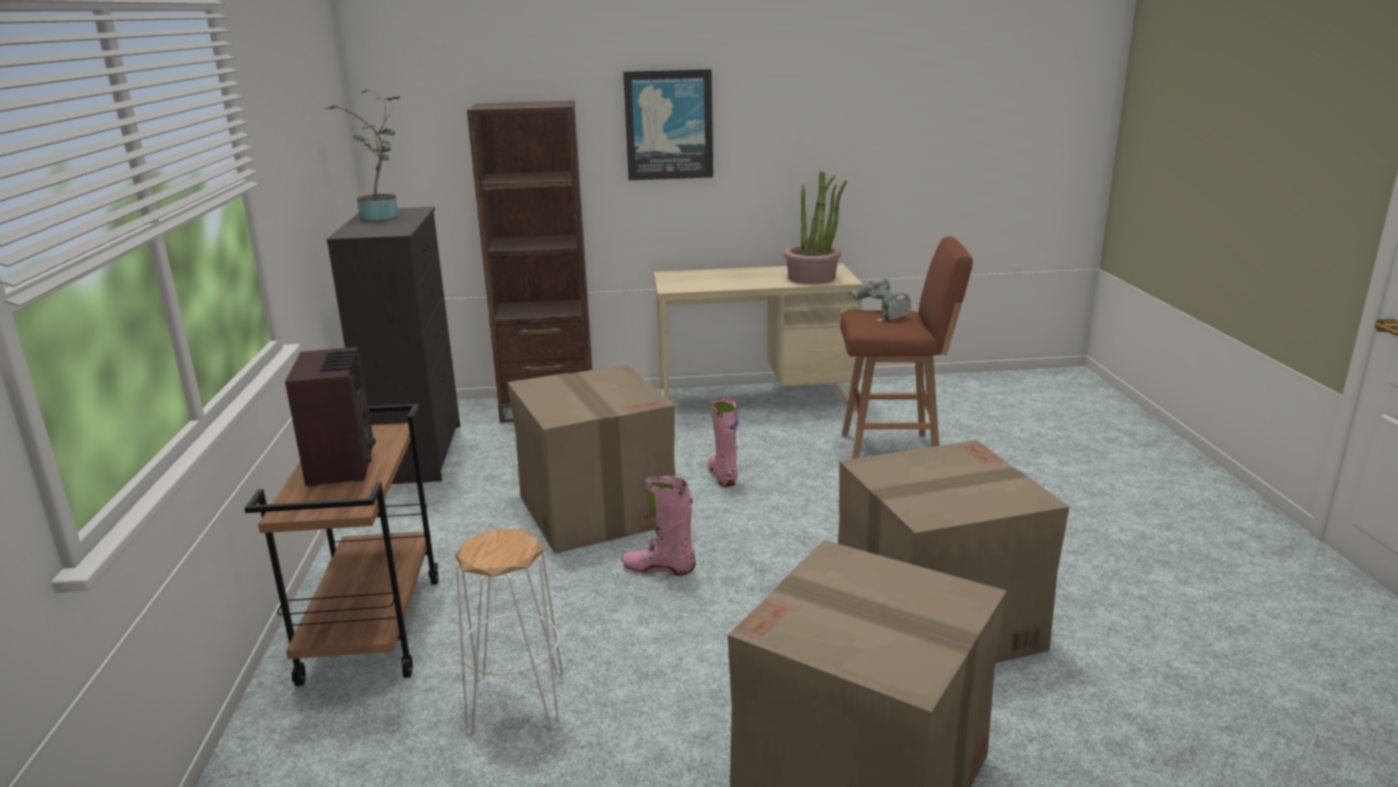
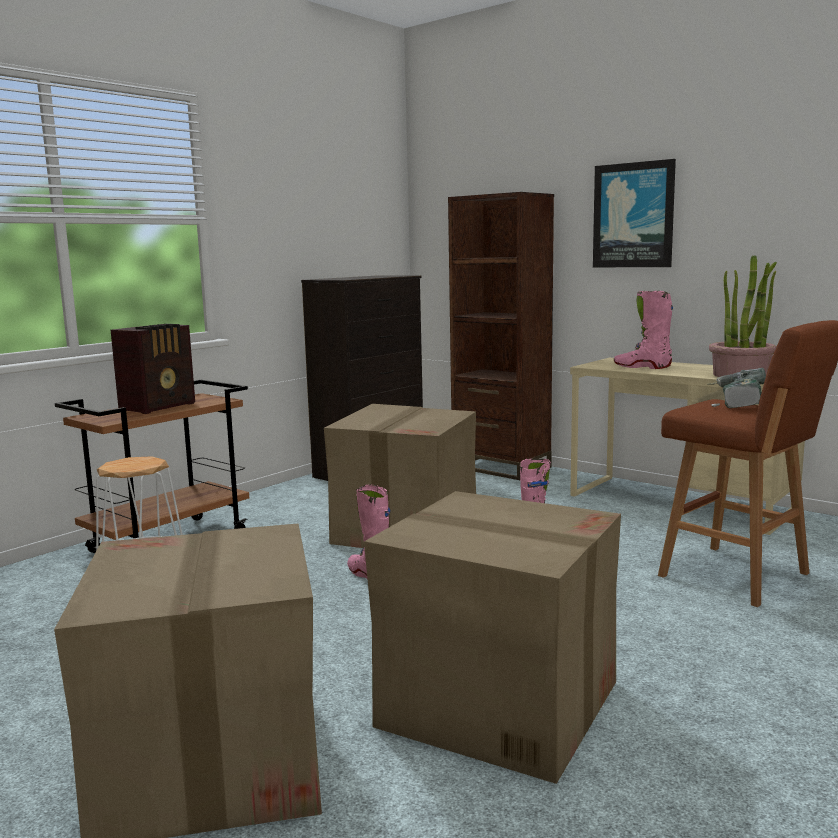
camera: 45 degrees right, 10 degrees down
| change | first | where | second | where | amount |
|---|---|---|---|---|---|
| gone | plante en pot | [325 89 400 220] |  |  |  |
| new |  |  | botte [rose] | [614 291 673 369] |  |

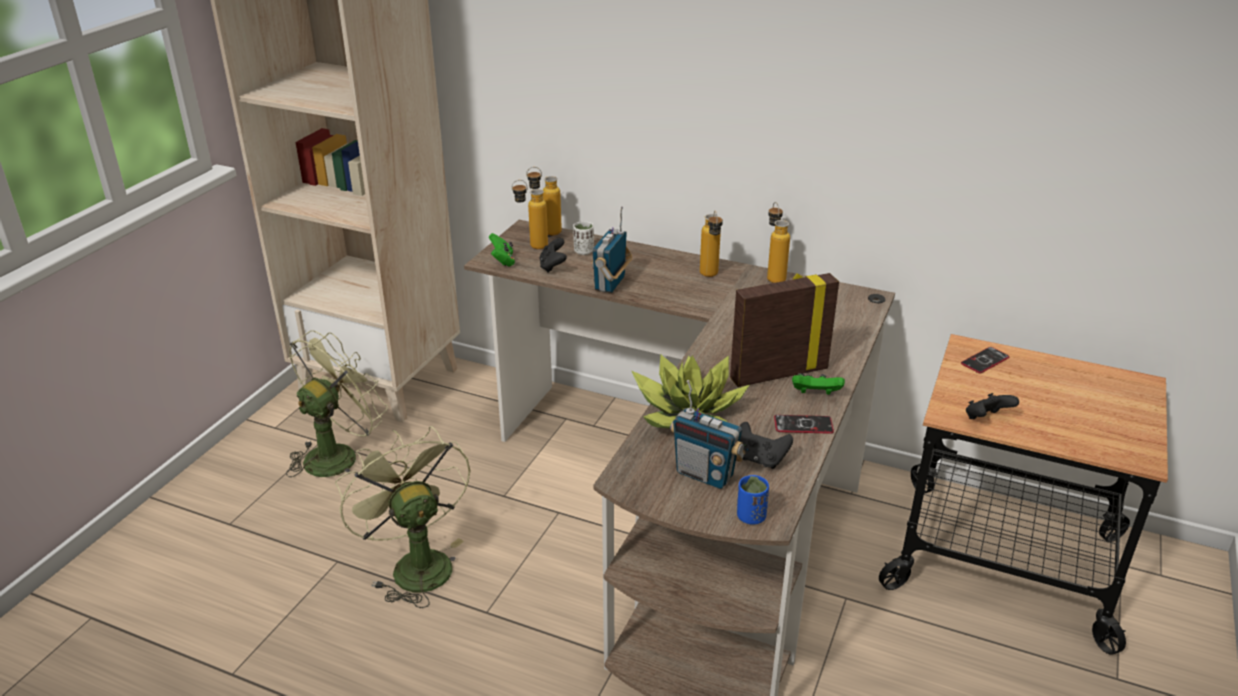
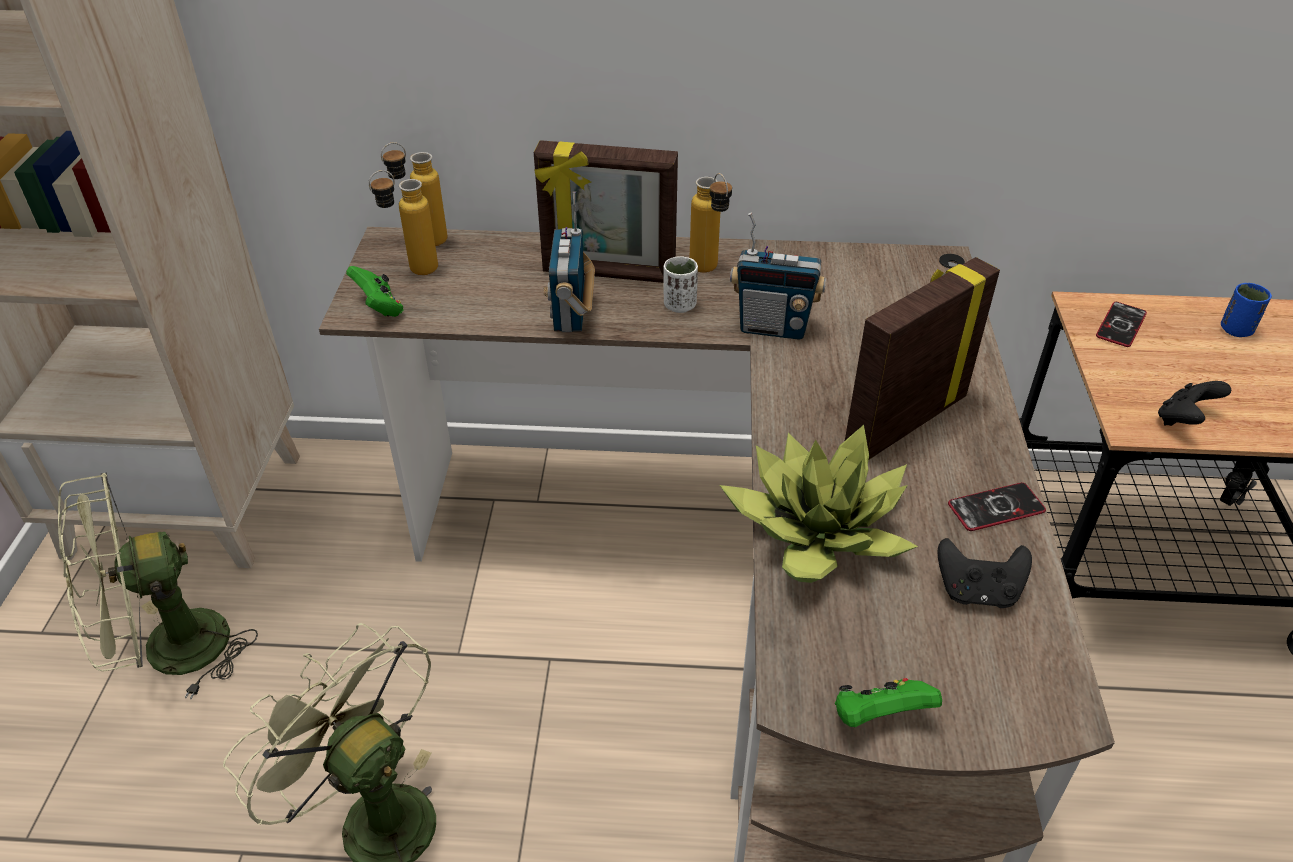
camera: 20 degrees left, 10 degrees up
| change | first | where | second | where | amount |
|---|---|---|---|---|---|
| gone | bouteille | [767 202 790 283] |  |  |  |
| shifted | tasse [blanc] | [573 221 594 255] |  | [663 256 698 313] |  |
| gone | manette [noir] | [539 238 567 273] |  |  |  |
| rotated | ventilateur [vert] | [286 330 388 477] |  | [58 472 258 699] | 135 degrees counterclockwise |
| shifted | manette [vert] | [792 373 845 395] |  | [835 678 942 727] |  |
| shifted | radio | [670 380 745 489] |  | [730 212 826 340] |  |
| shifted | tasse [bleu] | [737 475 769 525] |  | [1221 283 1272 337] |  |
| new |  |  | cadre photo | [534 140 678 283] |  |

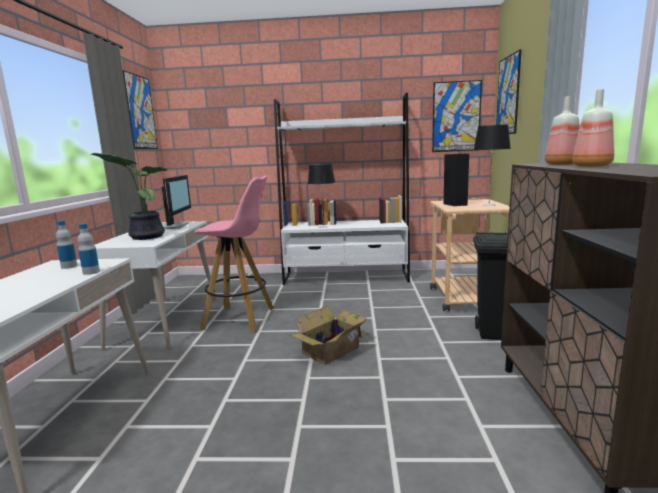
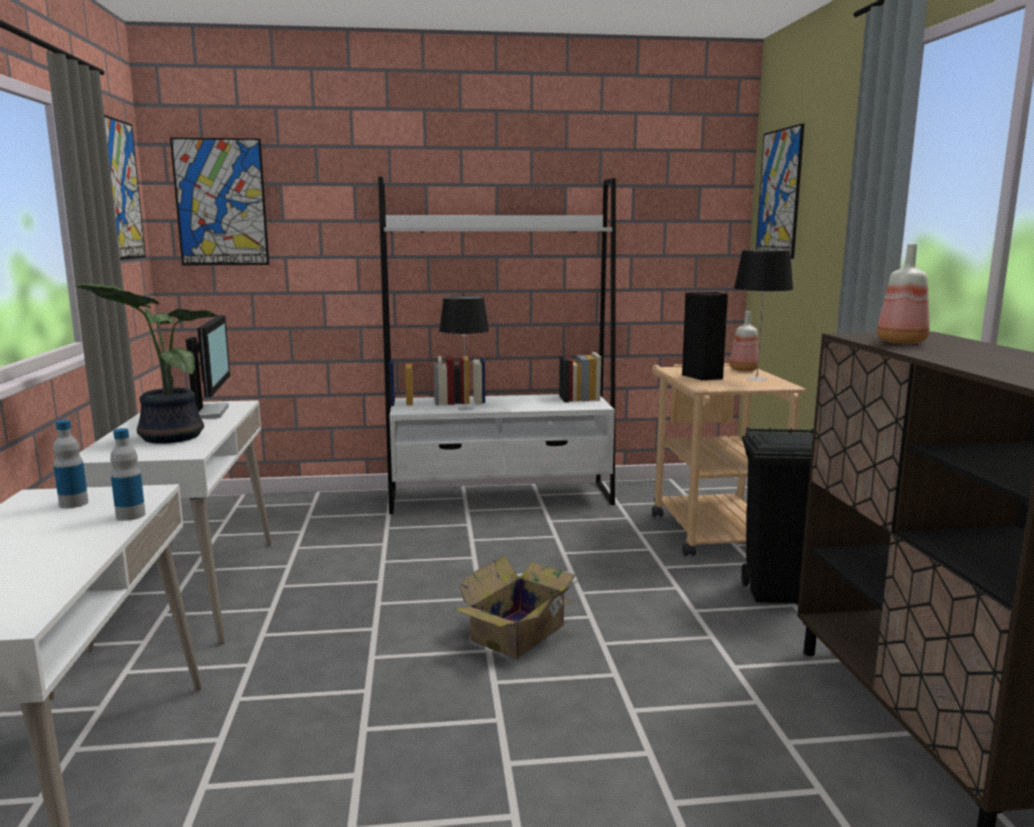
camera: 10 degrees left, 0 degrees up
| change | first | where | second | where | amount |
|---|---|---|---|---|---|
| shifted | tableau | [432 80 482 152] |  | [170 137 269 265] |  |
| shifted | bouteille | [572 89 614 167] |  | [730 311 759 371] |  |
| gone | tabouret [rose] | [194 176 274 332] |  |  |  |

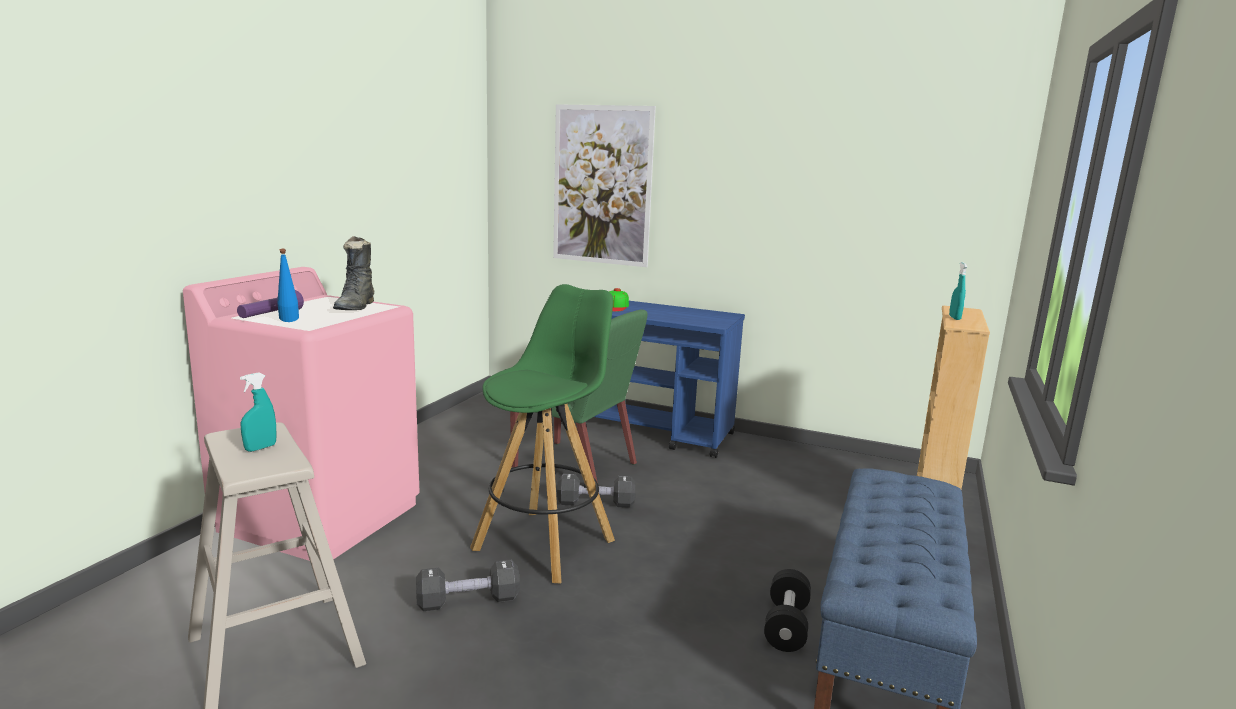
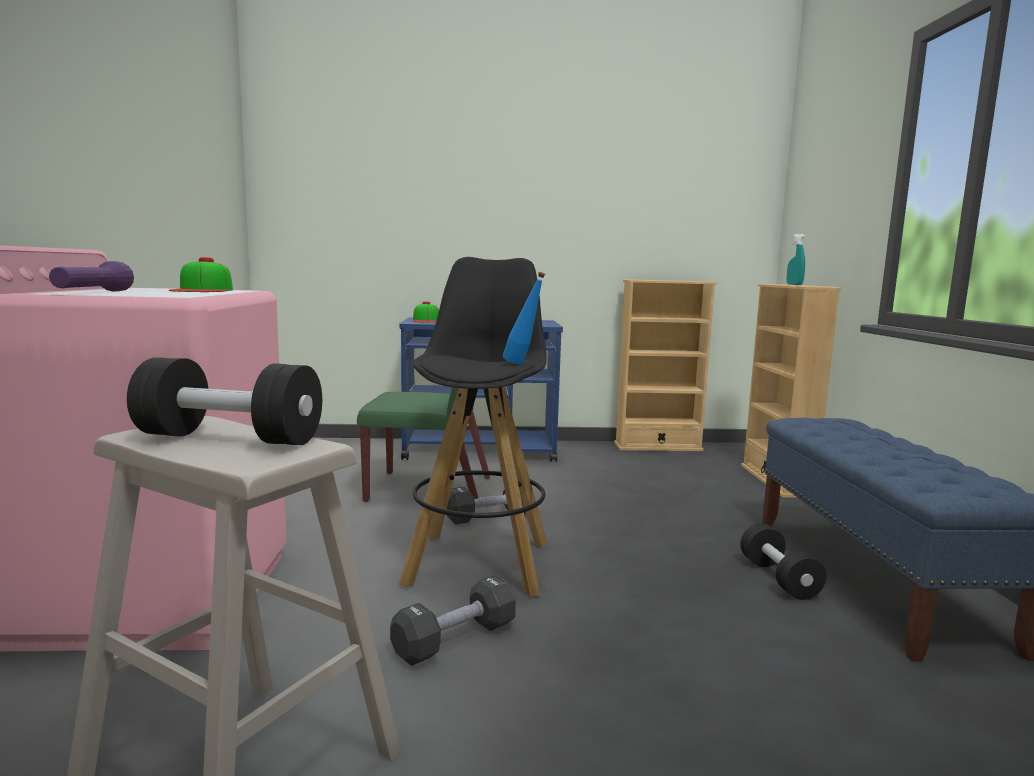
camera: 25 degrees left, 5 degrees down
| change | first | where | second | where | amount |
|---|---|---|---|---|---|
| gone | tableau | [553 104 656 267] |  |  |  |
| swapped | botte [noir] | [333 236 375 310] | casquette | [169 257 233 292] |  |
| shifted | bouteille [bleu] | [277 249 299 322] |  | [503 272 545 364] |  |
| repainted | tabouret [vert] | [470 284 615 584] | tabouret [noir] | [399 257 547 596] |  |
| swapped | vaporisateur [turquoise] | [240 372 277 452] | haltère [noir] | [127 357 322 445] |  |
| new |  |  | bibliothèque [beige] | [614 279 717 451] |  |

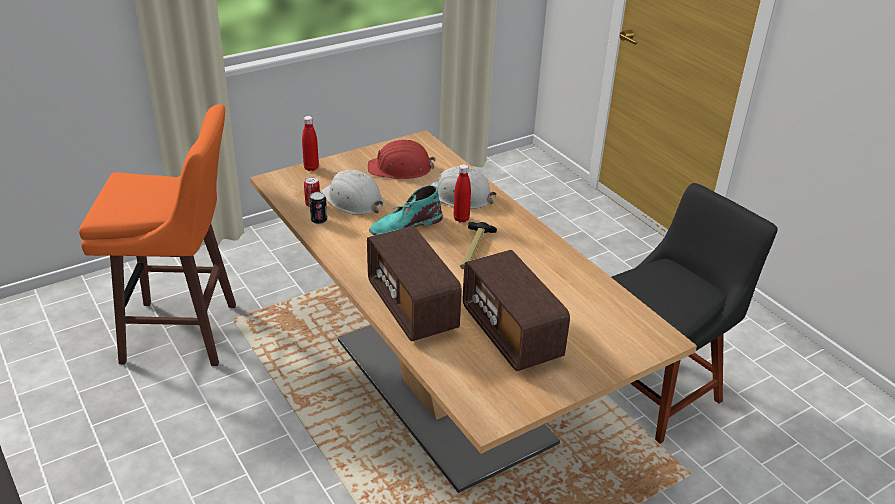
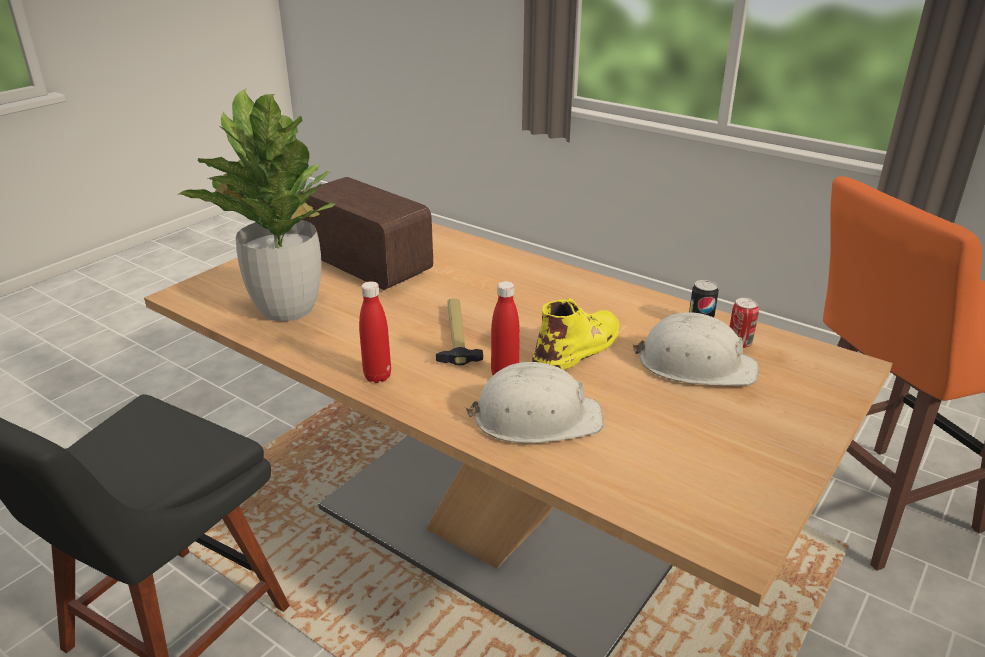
camera: 160 degrees right, 5 degrees down
| change | first | where | second | where | amount |
|---|---|---|---|---|---|
| shifted | bouteille [rouge] | [302 116 319 171] |  | [359 281 391 383] |  |
| gone | casque de chantier [rouge] | [368 140 436 179] |  |  |  |
| repainted | botte [turquoise] | [369 185 443 235] | botte [jaune] | [532 298 620 370] |  |
| gone | radio | [367 226 462 342] |  |  |  |
| new |  |  | plante en pot | [179 89 336 321] |  |

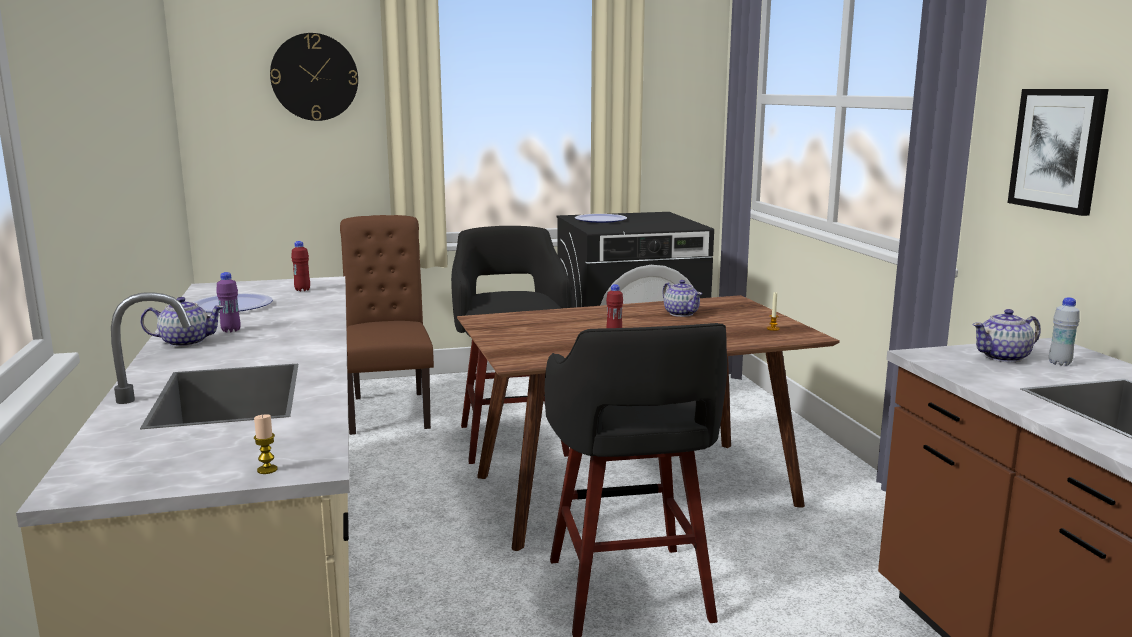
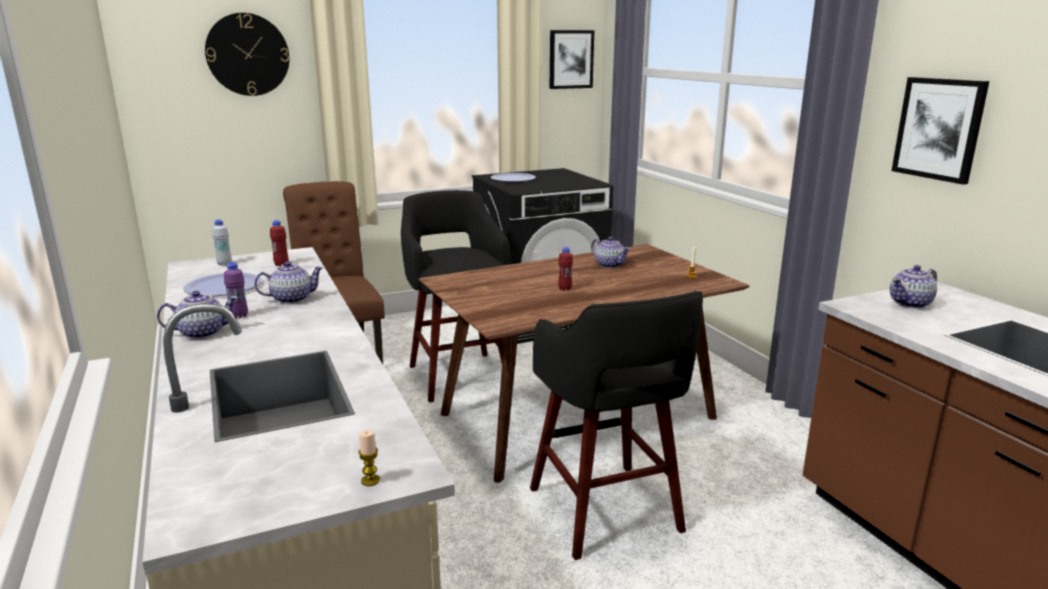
camera: 10 degrees left, 5 degrees up
| change | first | where | second | where | amount |
|---|---|---|---|---|---|
| shifted | bouteille [blanc] | [1049 298 1080 366] |  | [212 220 232 266] |  |
| new |  |  | tableau | [550 30 594 89] |  |
| new |  |  | théière | [254 261 324 304] |  |

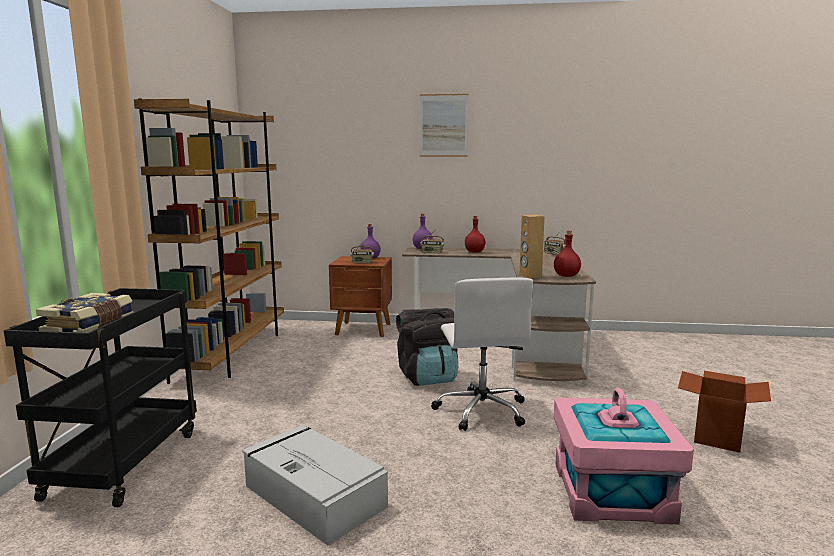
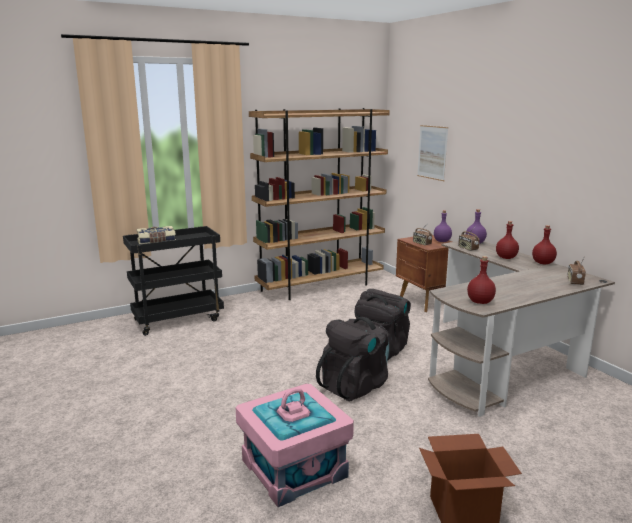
camera: 55 degrees right, 5 degrees up
| change | first | where | second | where | amount |
|---|---|---|---|---|---|
| shifted | tableau | [420 94 469 157] |  | [417 125 448 181] |  |
| gone | enceinte [marron] | [519 215 544 279] |  |  |  |
| swapped | chaise de bureau [blanc] | [431 277 533 431] | sac à dos [noir] | [316 317 389 401] |  |
| gone | boîte de rangement [gris] | [242 425 388 546] |  |  |  |
| new |  |  | bouteille [rouge] | [532 225 557 264] |  |

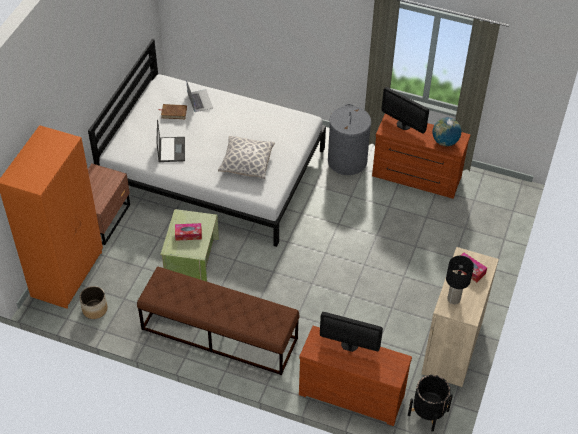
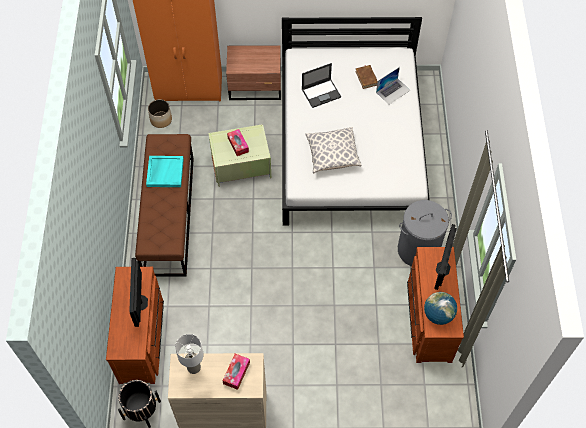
camera: 70 degrees right, 10 degrees up
| change | first | where | second | where | amount |
|---|---|---|---|---|---|
| repainted | lampe de table [noir] | [446 256 474 304] | lampe de table [blanc] | [175 334 204 374] |  |
| new |  |  | plateau [turquoise] | [146 156 184 187] |  |

